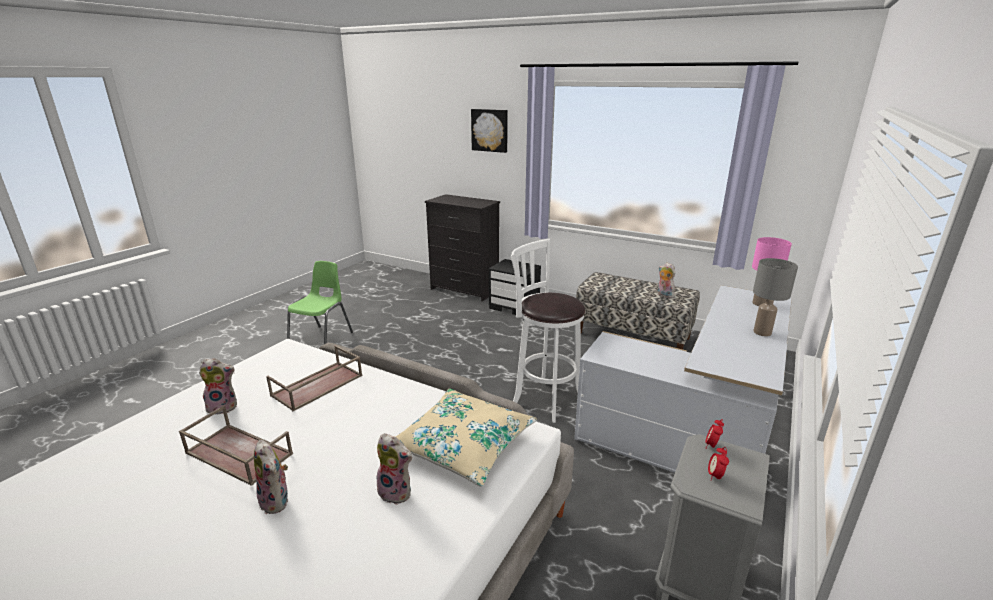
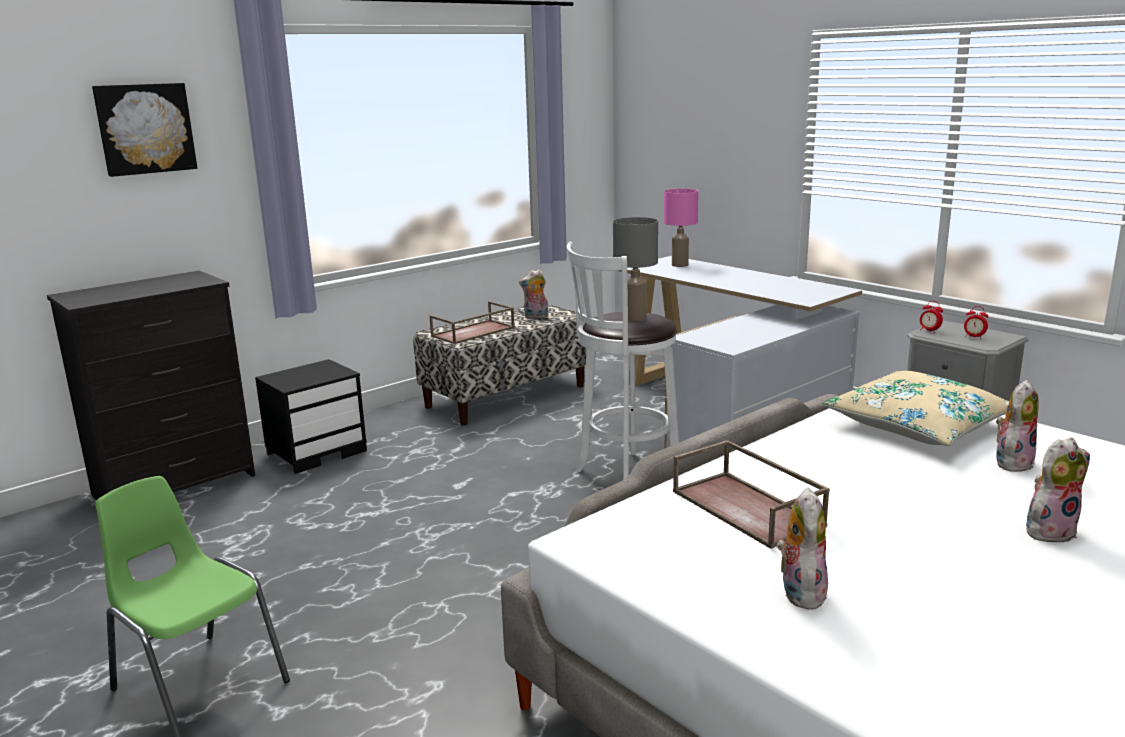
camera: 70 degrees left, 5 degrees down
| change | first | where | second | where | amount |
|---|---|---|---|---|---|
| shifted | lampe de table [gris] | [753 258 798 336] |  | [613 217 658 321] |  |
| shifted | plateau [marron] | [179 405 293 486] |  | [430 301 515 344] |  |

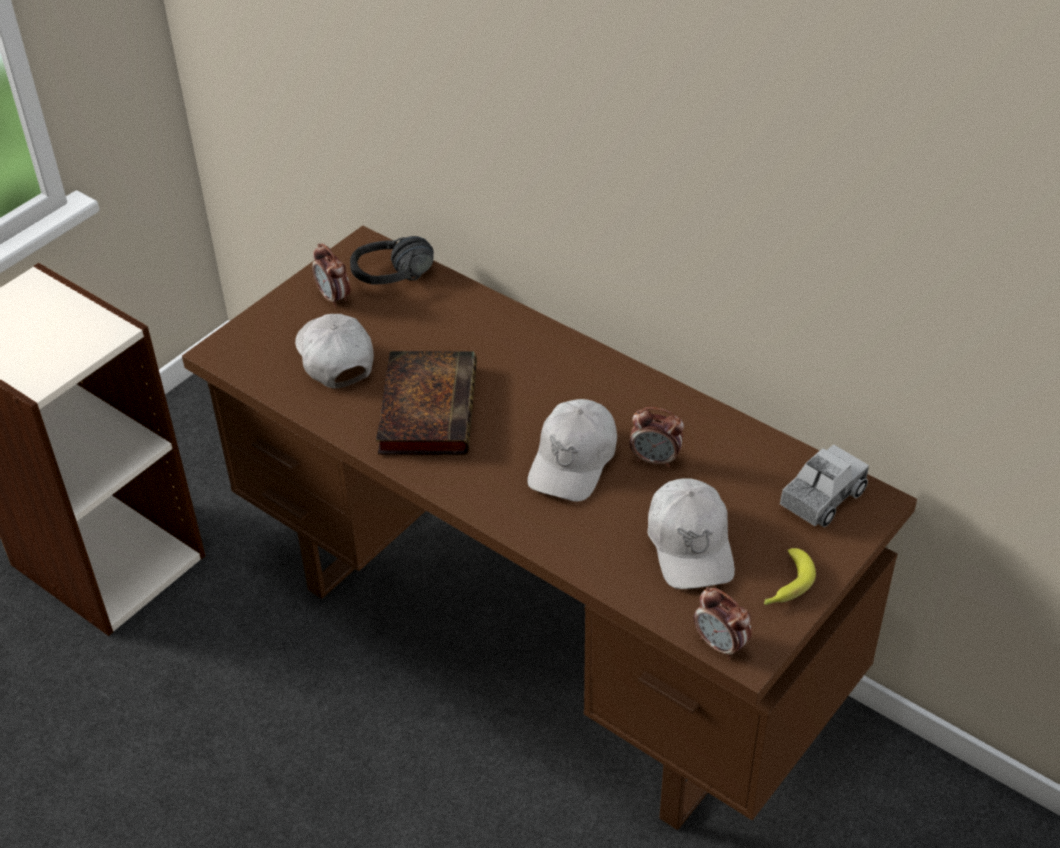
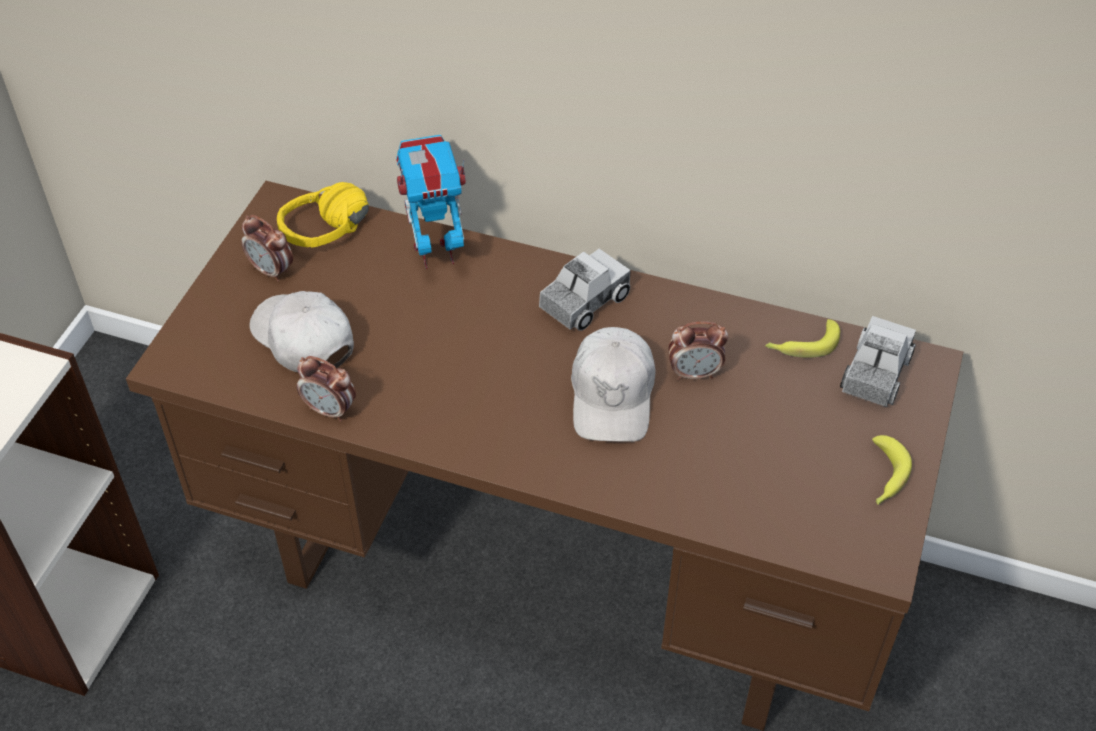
camera: 20 degrees left, 5 degrees up
| change | first | where | second | where | amount |
|---|---|---|---|---|---|
| repainted | casque audio [noir] | [350 236 434 285] | casque audio [jaune] | [277 182 369 248] |  |
| gone | livre | [376 351 477 455] |  |  |  |
| gone | casquette [blanc] | [647 478 735 589] |  |  |  |
| shifted | réveil | [694 587 752 660] |  | [296 356 356 422] |  |
| new |  |  | robot jouet | [396 135 466 269] |  |
| new |  |  | camion jouet | [539 249 631 331] |  |
| new |  |  | banane | [765 319 840 358] |  |

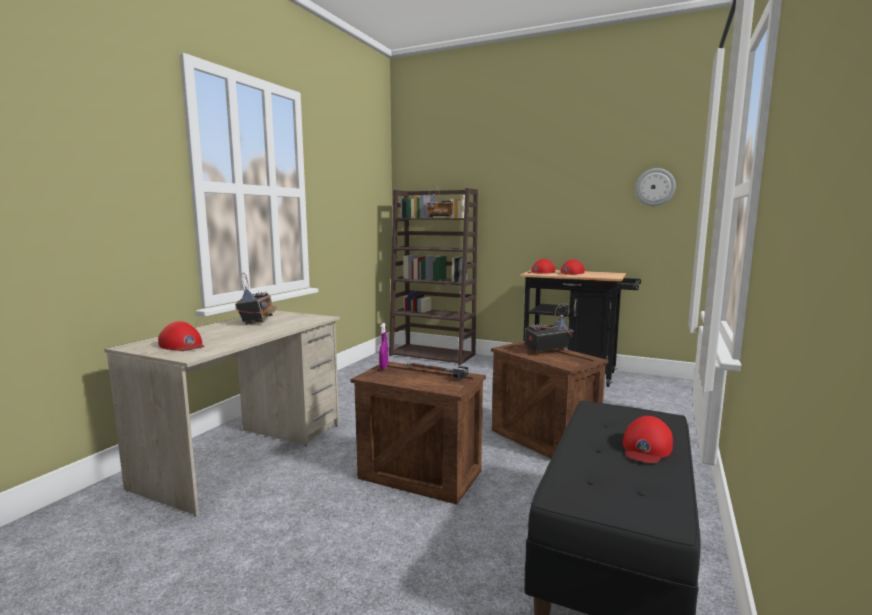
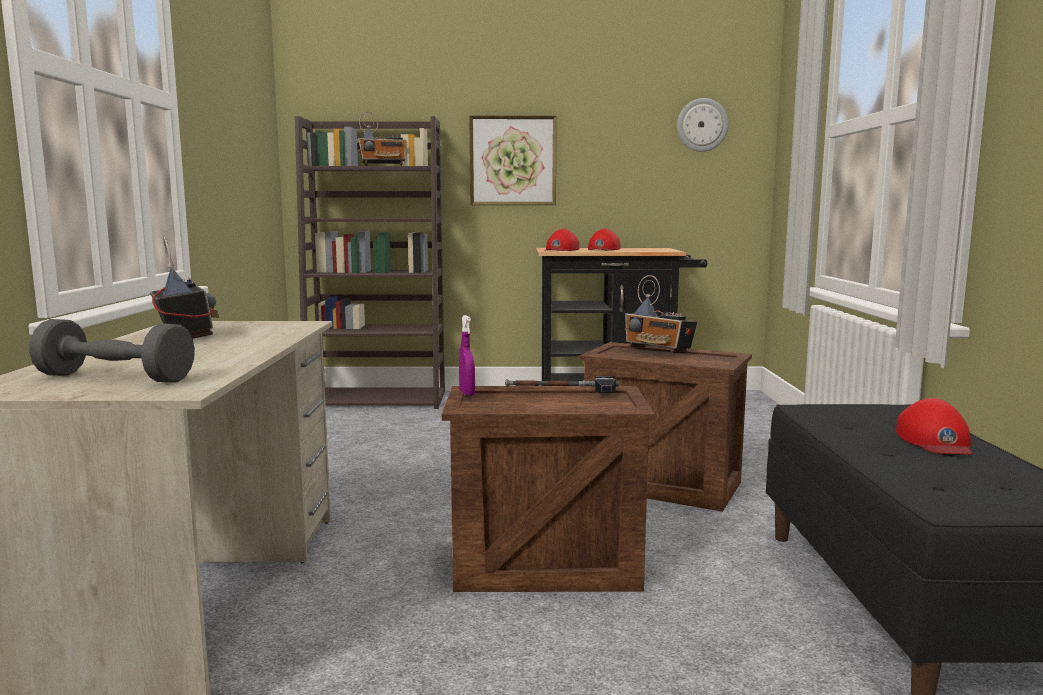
camera: 25 degrees left, 0 degrees up
| change | first | where | second | where | amount |
|---|---|---|---|---|---|
| rotated | radio | [525 302 573 354] |  | [625 275 697 353] | 90 degrees counterclockwise |
| swapped | casquette [rouge] | [158 321 205 351] | haltère [gris] | [29 319 195 383] |  |
| new |  |  | tableau | [469 116 557 205] |  |

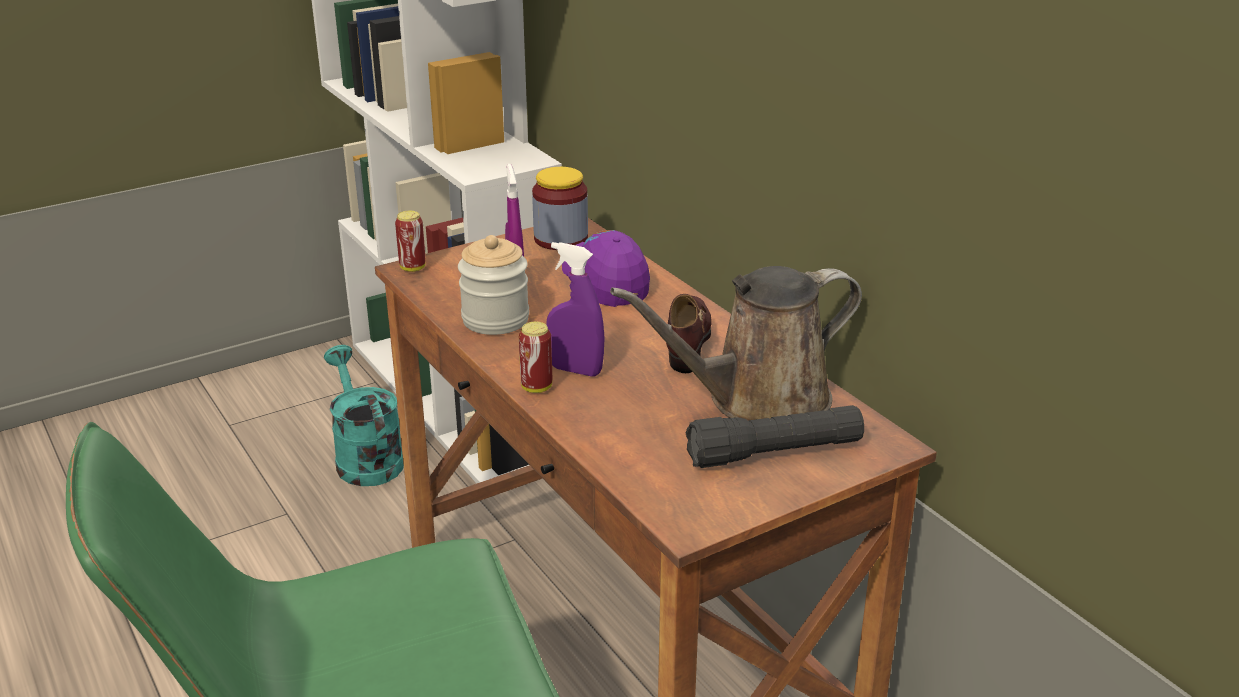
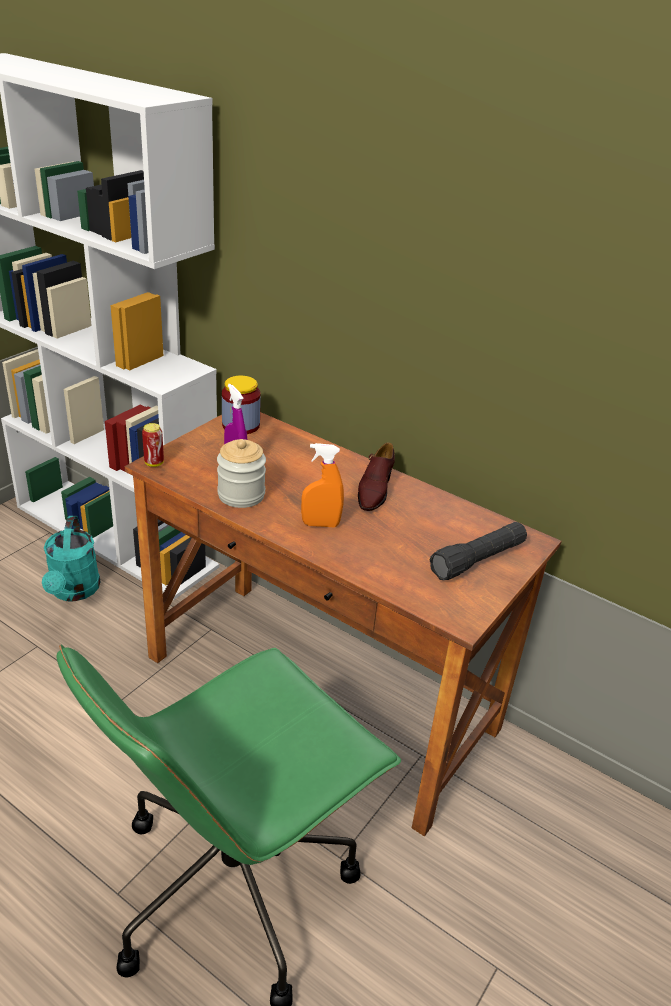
camera: 25 degrees left, 5 degrees up
| change | first | where | second | where | amount |
|---|---|---|---|---|---|
| gone | casquette [violet] | [562 230 650 307] |  |  |  |
| repainted | vaporisateur [violet] | [546 242 605 376] | vaporisateur [orange] | [301 443 344 527] |  |
| gone | arrosoir [marron] | [610 266 862 421] |  |  |  |
| rotated | chaussure [marron] | [666 294 712 373] |  | [358 442 395 511] | 150 degrees counterclockwise |
| gone | boîte métallique | [519 322 552 393] |  |  |  |
| rotated | arrosoir [turquoise] | [324 345 404 486] |  | [42 516 100 602] | 135 degrees counterclockwise |

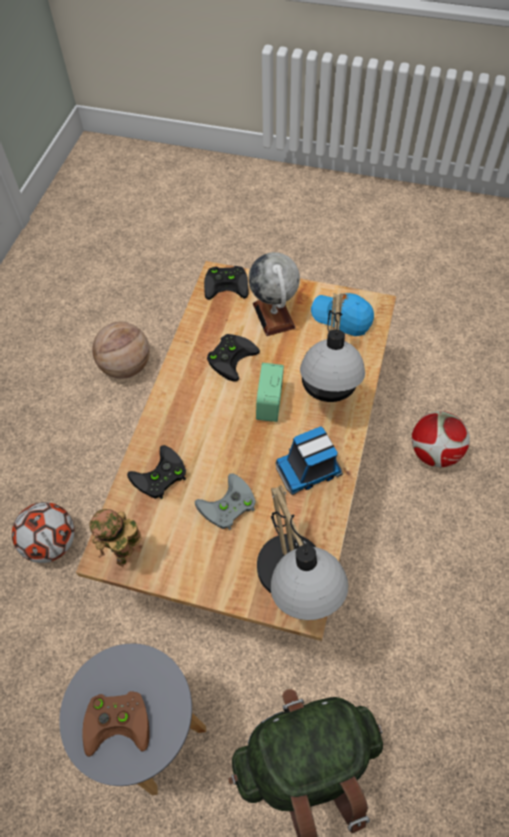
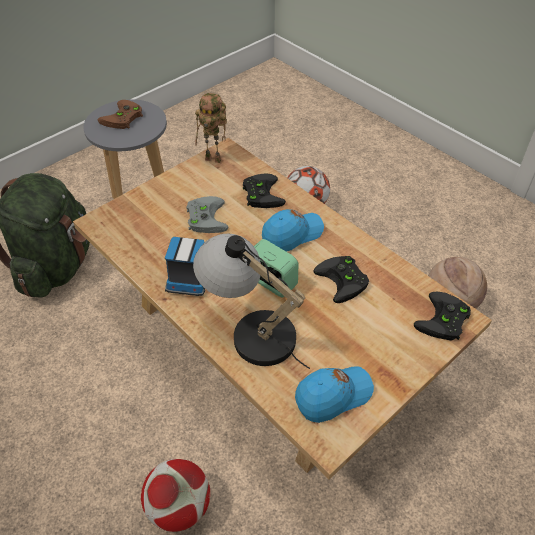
camera: 120 degrees right, 10 degrees down
| change | first | where | second | where | amount |
|---|---|---|---|---|---|
| gone | globe | [249 252 300 336] |  |  |  |
| gone | lampe de table | [257 485 349 620] |  |  |  |
| rotated | robot jouet | [89 509 142 567] |  | [195 93 227 163] | 135 degrees clockwise |
| new |  |  | casquette [bleu] | [262 209 324 252] |  |

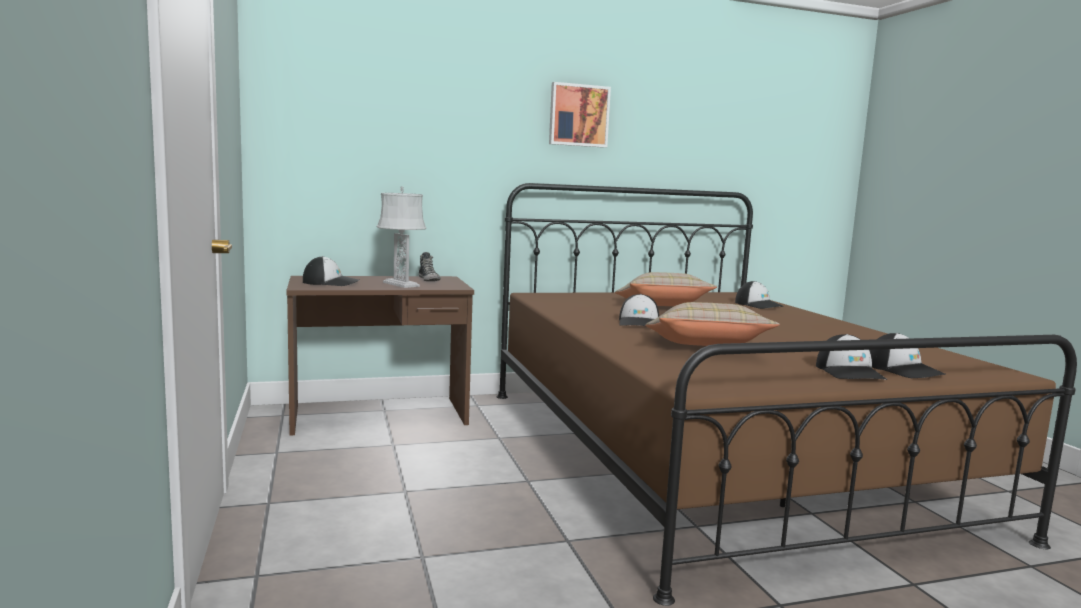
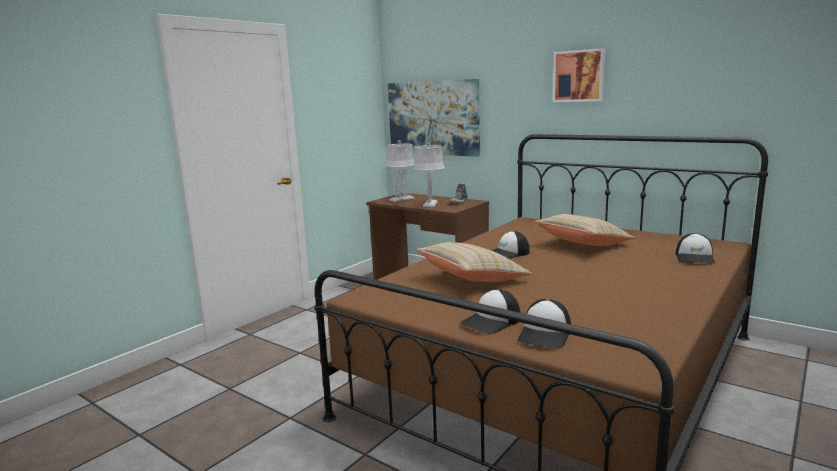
camera: 55 degrees right, 5 degrees up
| change | first | where | second | where | amount |
|---|---|---|---|---|---|
| swapped | casquette | [303 256 359 286] | lampe de table [gris] | [385 140 415 202] |  |
| new |  |  | tableau | [388 79 480 157] |  |

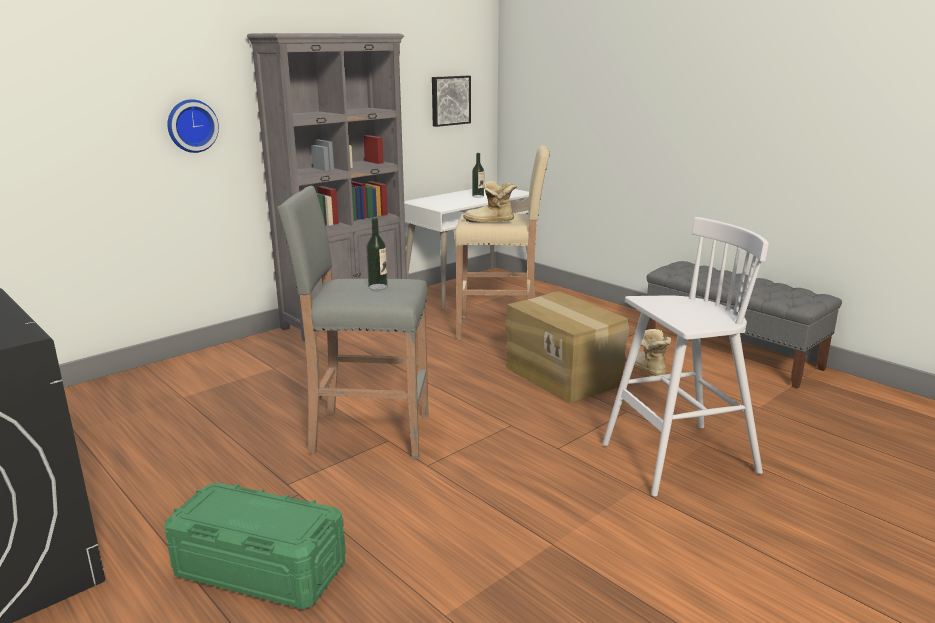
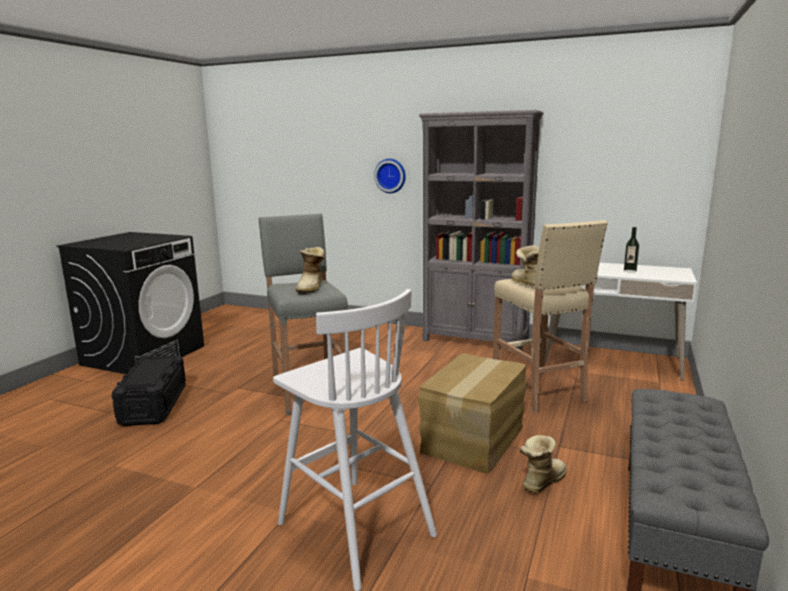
camera: 65 degrees right, 5 degrees down
| change | first | where | second | where | amount |
|---|---|---|---|---|---|
| gone | tableau | [432 76 471 127] |  |  |  |
| swapped | bouteille | [366 218 388 290] | botte | [296 247 325 294] |  |
| repainted | boîte de rangement [vert] | [164 483 346 609] | boîte de rangement [noir] | [111 354 186 426] |  |

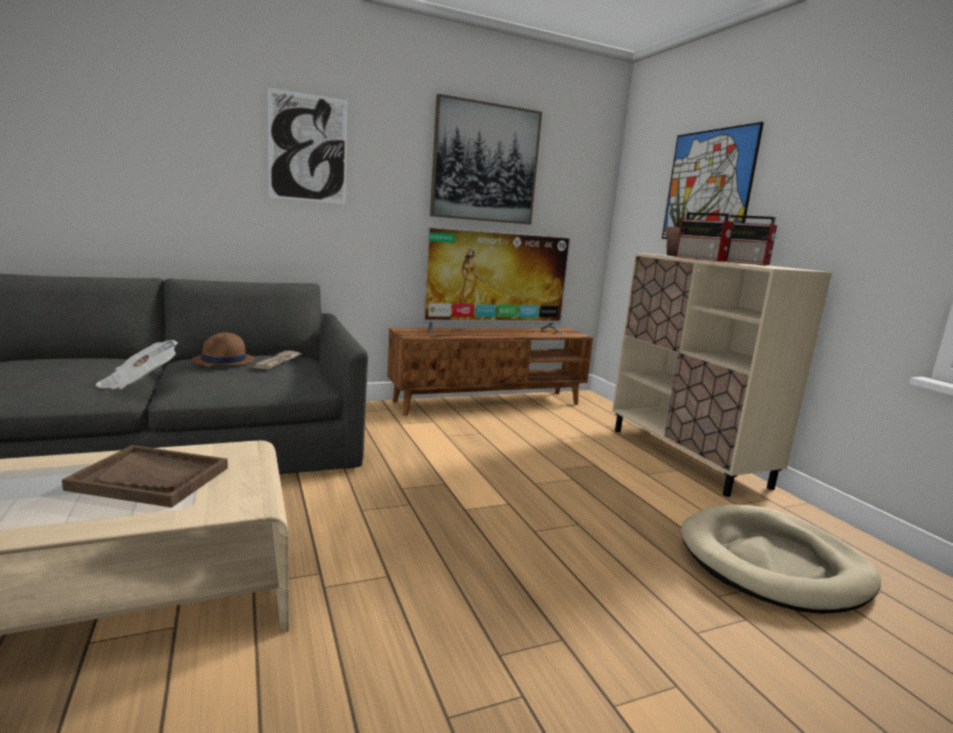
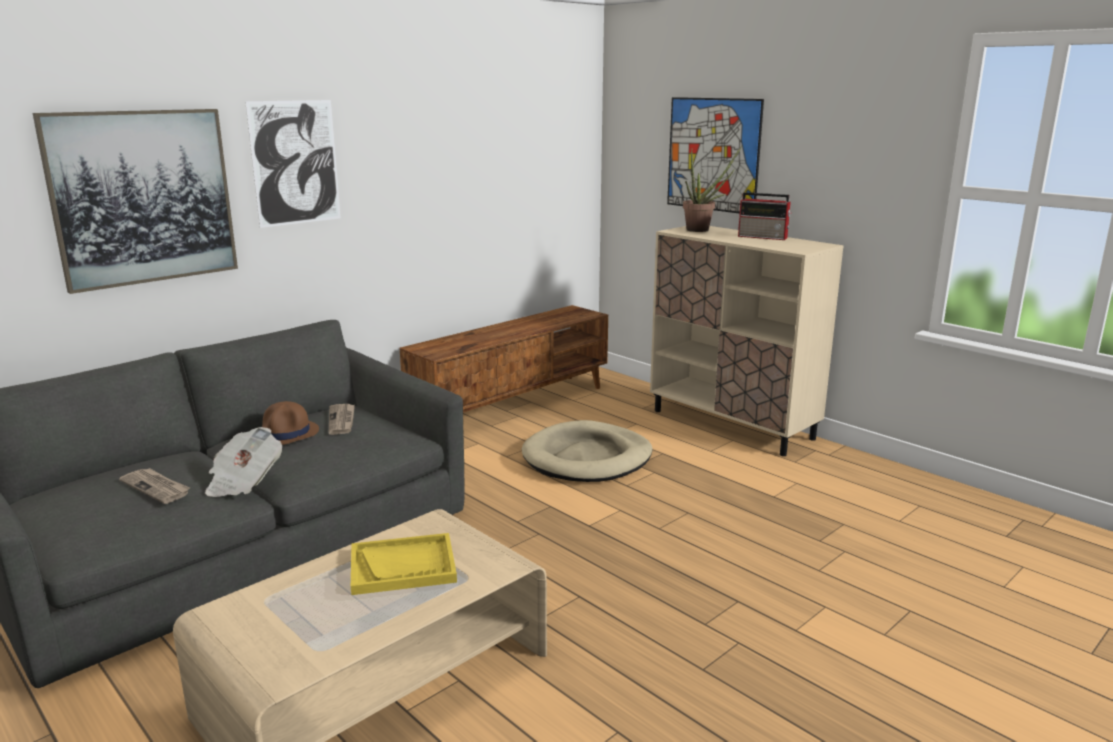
camera: 20 degrees left, 5 degrees up
| change | first | where | second | where | amount |
|---|---|---|---|---|---|
| shifted | tableau | [430 94 542 225] |  | [33 109 238 294] |  |
| gone | radio | [676 212 734 262] |  |  |  |
| gone | téléviseur | [423 226 571 336] |  |  |  |
| repainted | plateau [marron] | [62 445 228 508] | plateau [jaune] | [351 533 457 595] |  |
| shifted | panier pour chien [beige] | [681 504 881 614] |  | [522 420 652 482] |  |
| new |  |  | journal | [119 468 190 504] |  |

